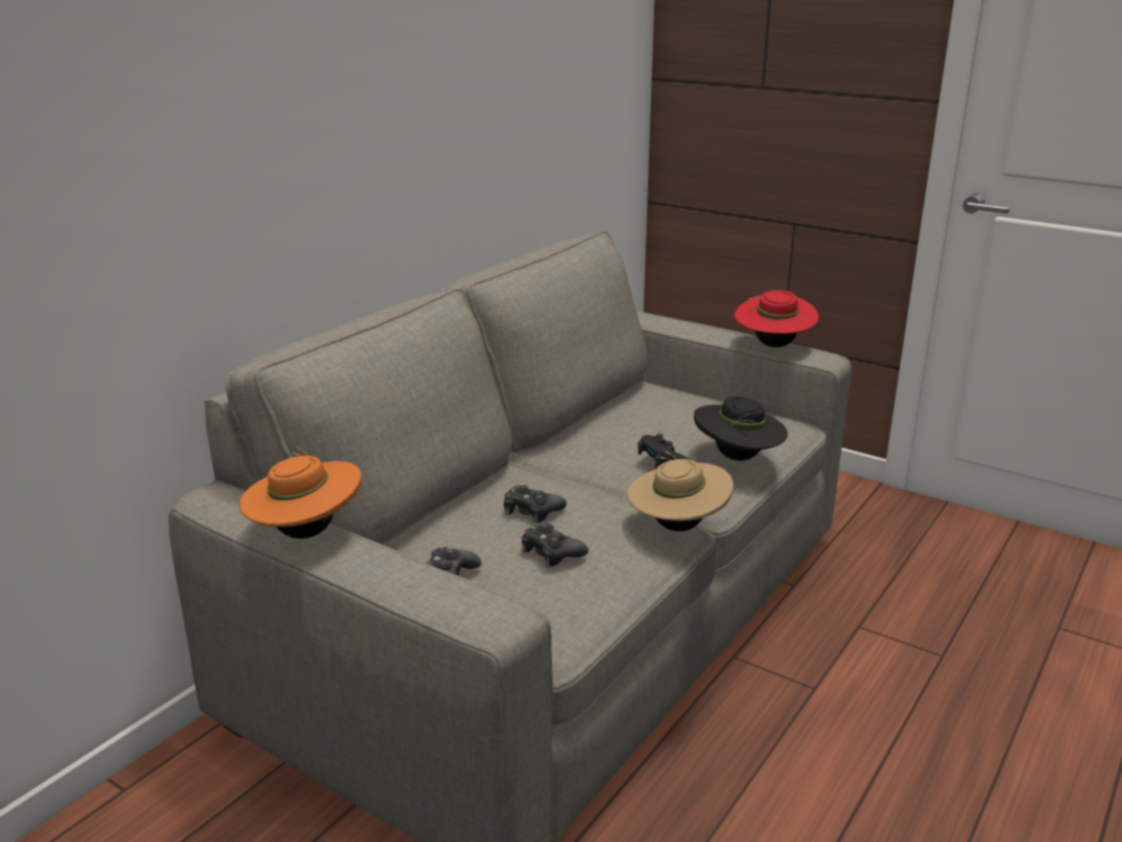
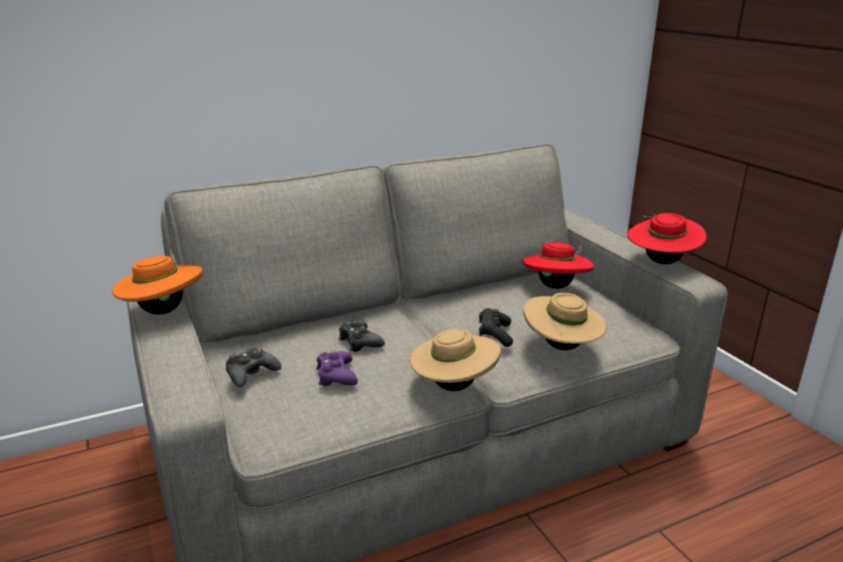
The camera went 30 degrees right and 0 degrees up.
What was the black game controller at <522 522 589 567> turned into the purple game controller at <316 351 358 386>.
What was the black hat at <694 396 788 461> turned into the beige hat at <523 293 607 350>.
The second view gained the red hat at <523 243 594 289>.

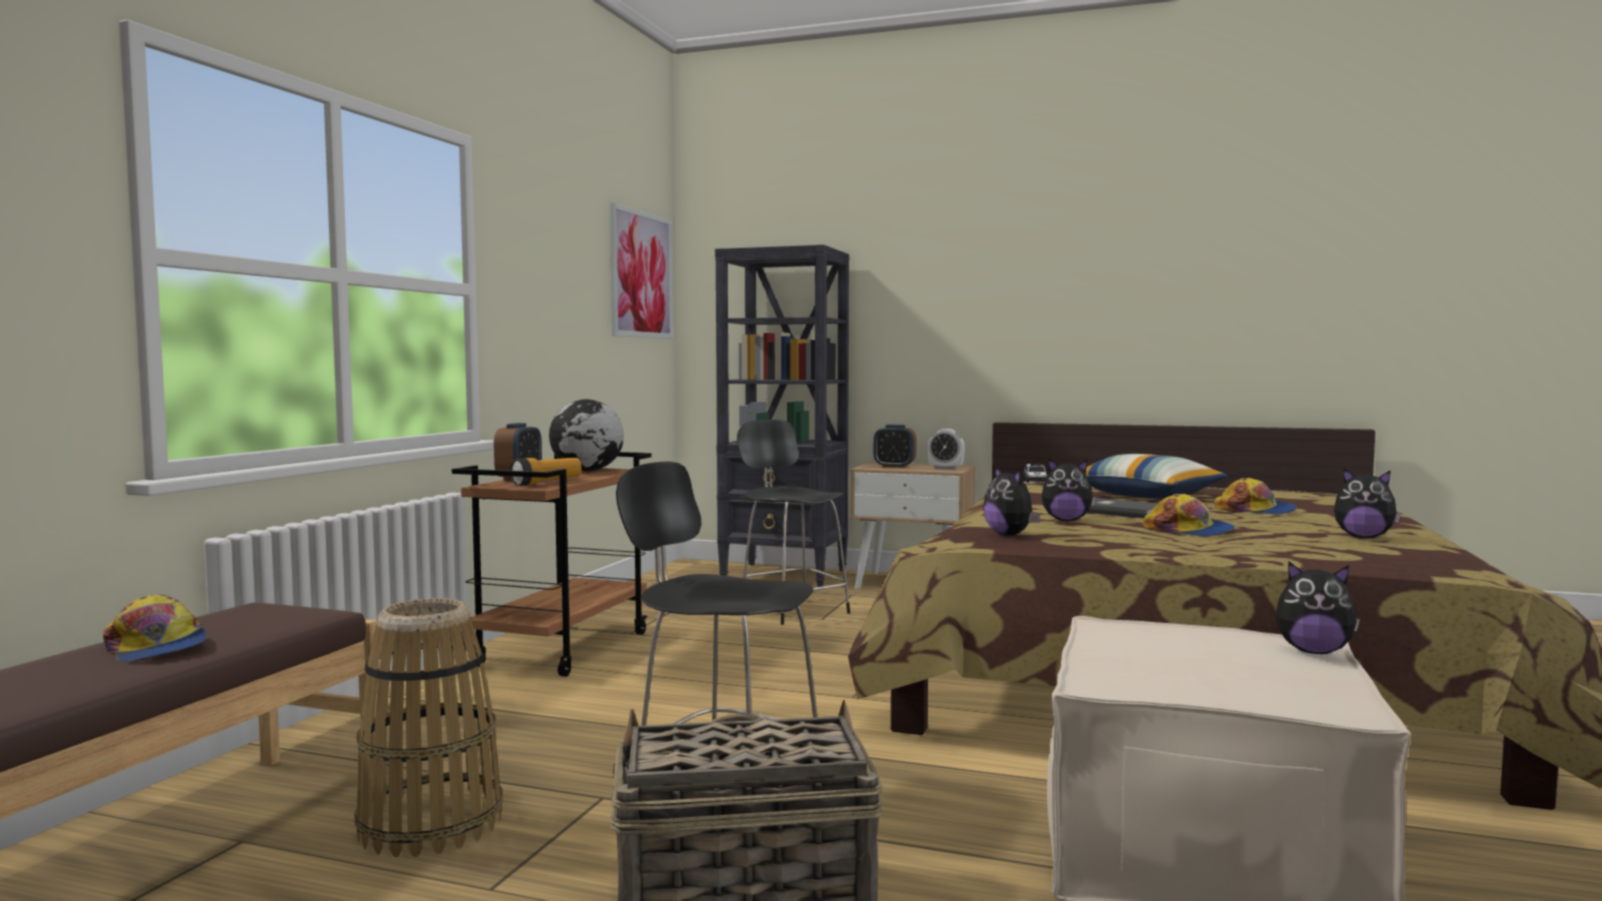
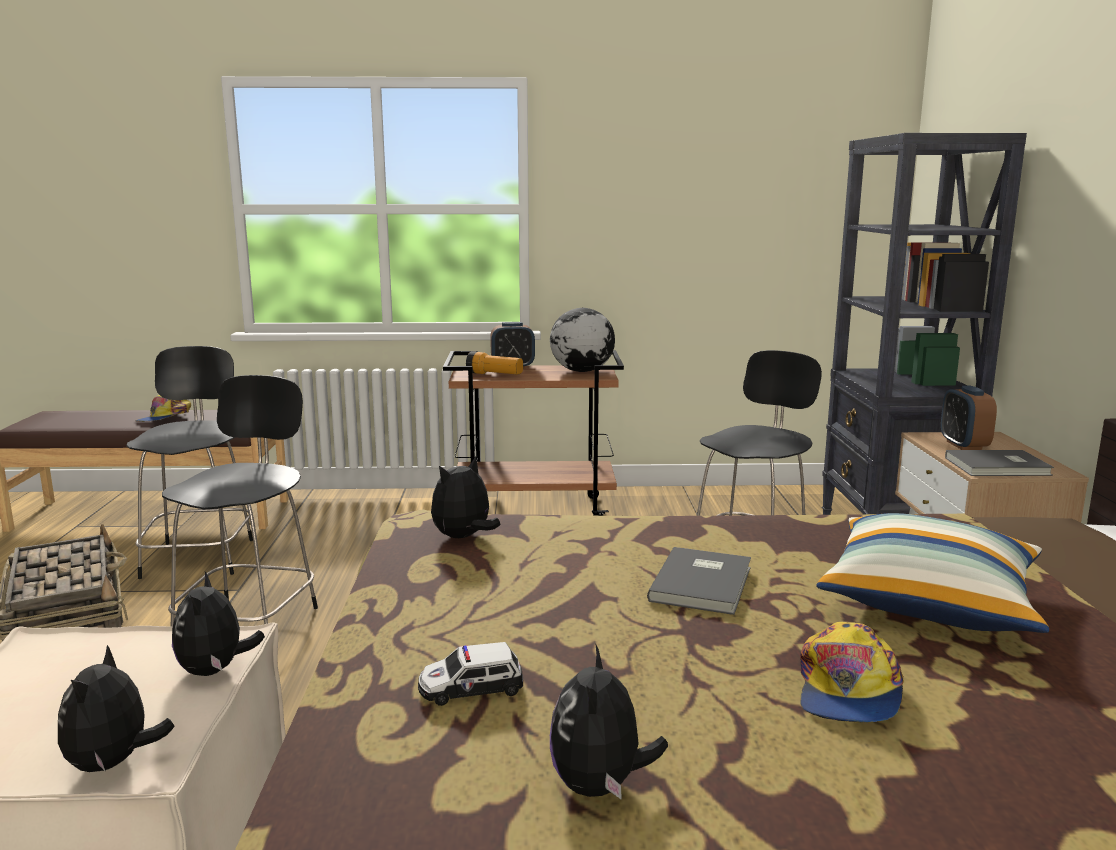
The camera went 70 degrees right and 10 degrees up.
Where the basket stood at <354 598 503 857>, the black chair came to stand at <126 346 253 579>.
The second view lost the picture at <610 202 673 339>.
Where the alarm clock stood at <927 429 965 470>, the grey book came to stand at <945 450 1054 476>.
The toy car ended up elsewhere, having gone from <1023 464 1047 482> to <418 642 523 706>.
The plush toy ended up elsewhere, having gone from <1042 459 1096 521> to <172 572 265 676>.
The second view lost the cap at <1143 494 1235 537>.

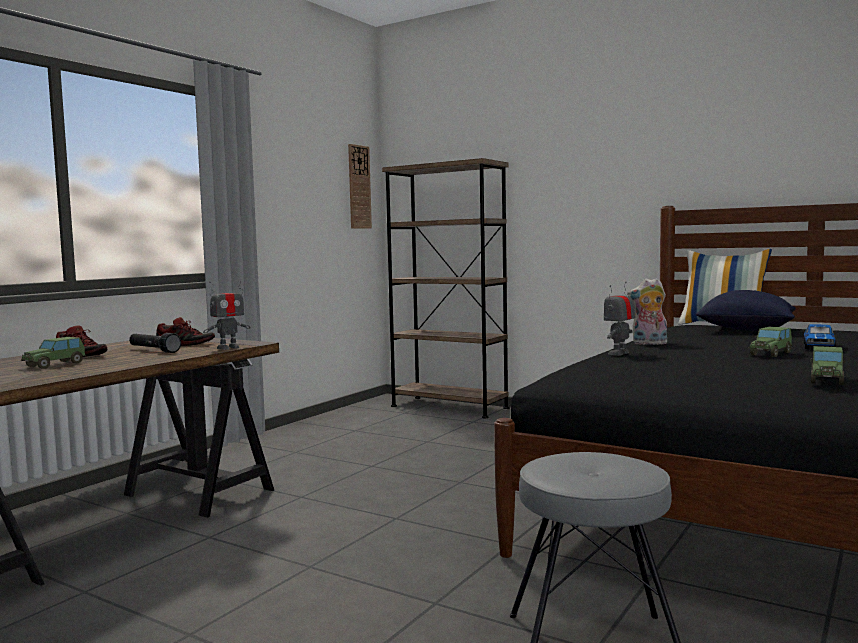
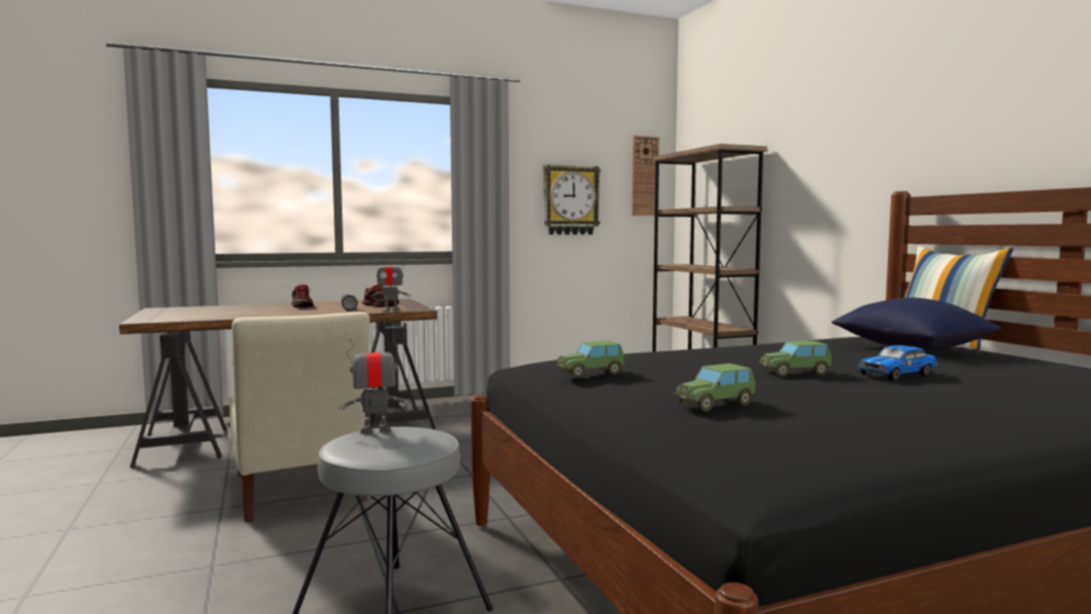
The camera went 35 degrees right and 0 degrees up.
The toy car ended up elsewhere, having gone from <21 337 86 369> to <556 340 625 378>.
The toy robot ended up elsewhere, having gone from <604 281 635 356> to <339 335 411 434>.
The second view lost the plush toy at <627 278 667 345>.
The second view gained the beige chair at <230 312 370 522>.
The second view gained the wall clock at <543 164 601 235>.

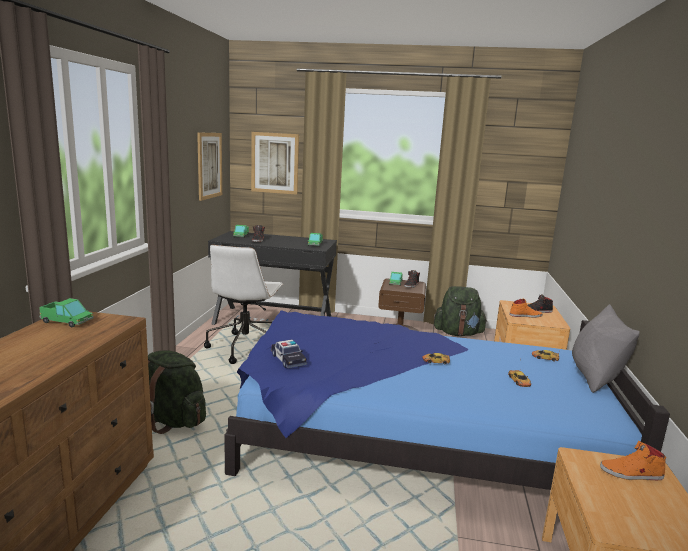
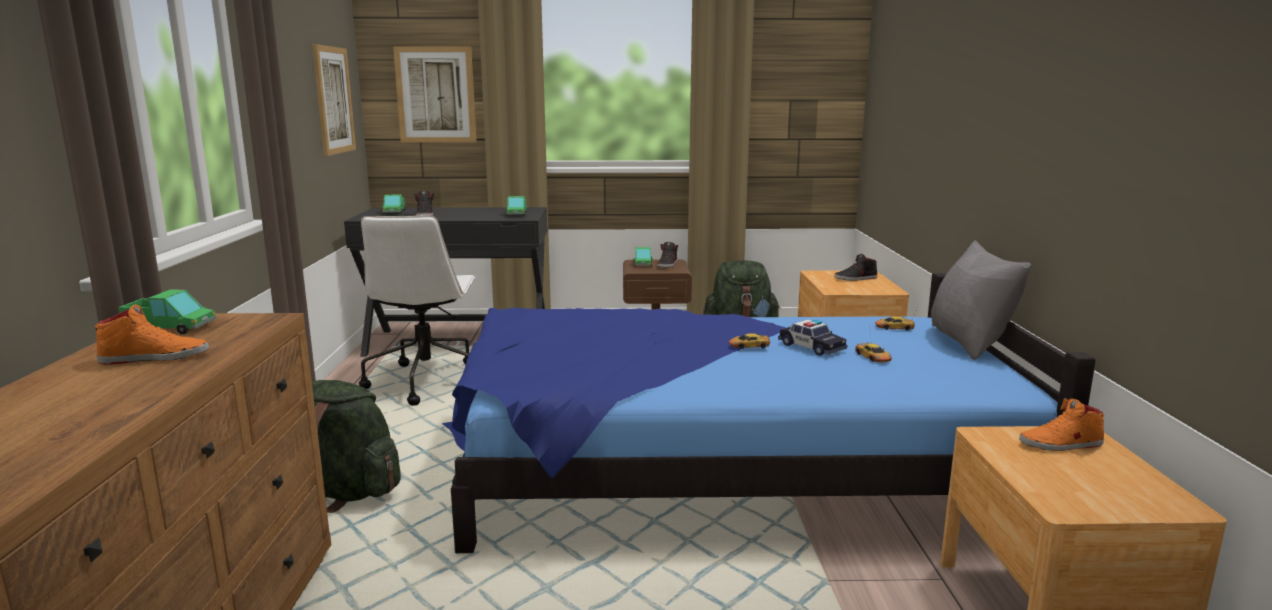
The camera went 10 degrees left and 0 degrees up.
The toy car ended up elsewhere, having gone from <271 340 307 368> to <778 319 847 356>.
The orange shoe ended up elsewhere, having gone from <510 298 542 318> to <95 304 209 365>.

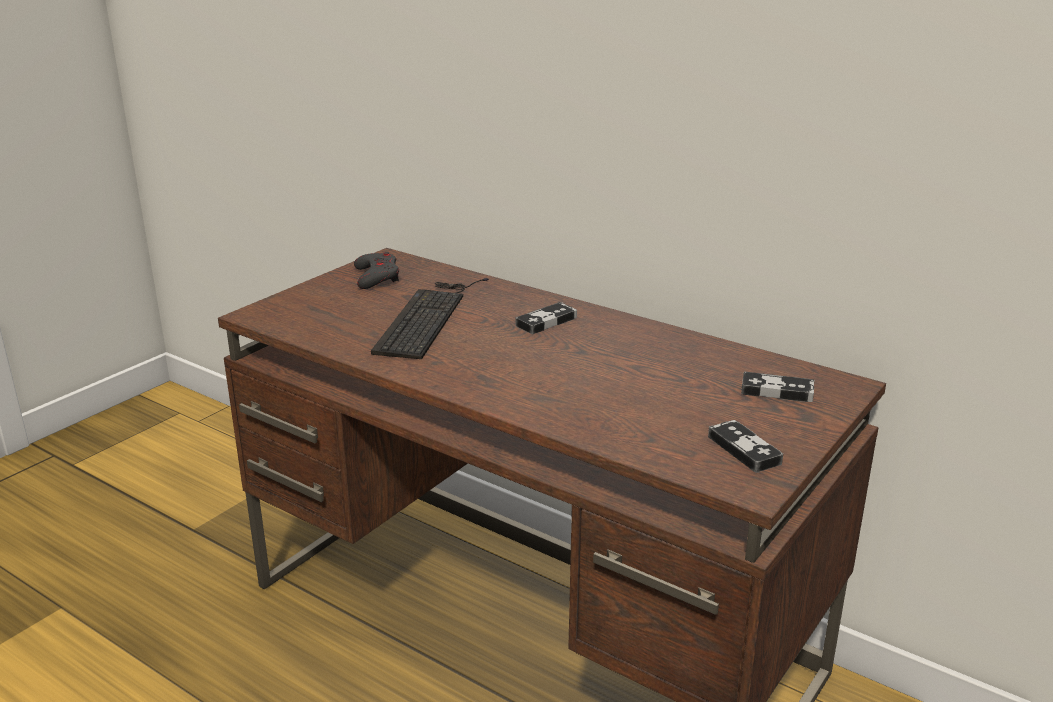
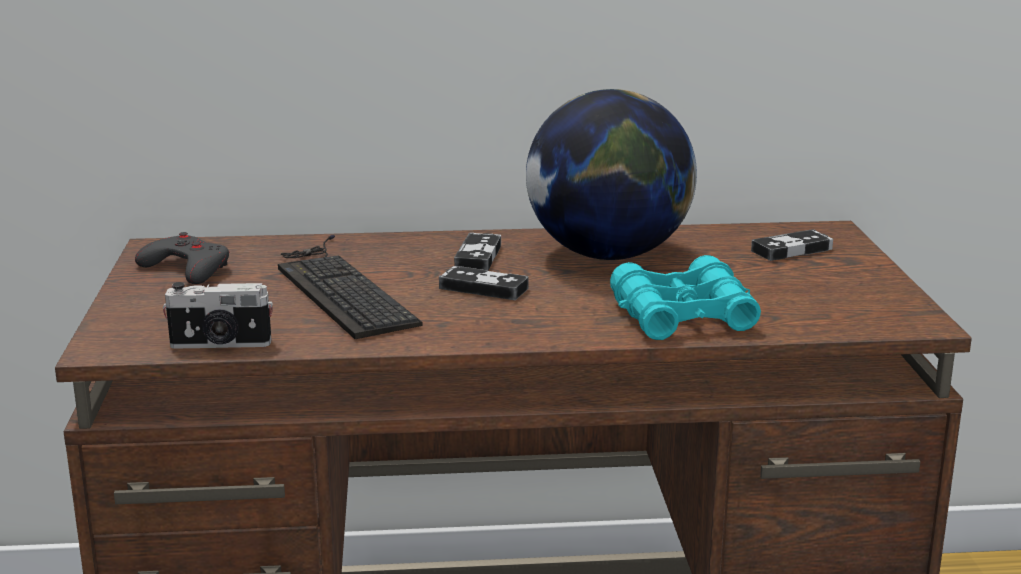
The camera went 40 degrees left and 5 degrees down.
The game controller ended up elsewhere, having gone from <708 420 783 473> to <439 266 528 300>.
The second view gained the photo camera at <163 282 273 349>.
The second view gained the globe at <526 89 697 260>.
The second view gained the turquoise binoculars at <610 255 761 340>.

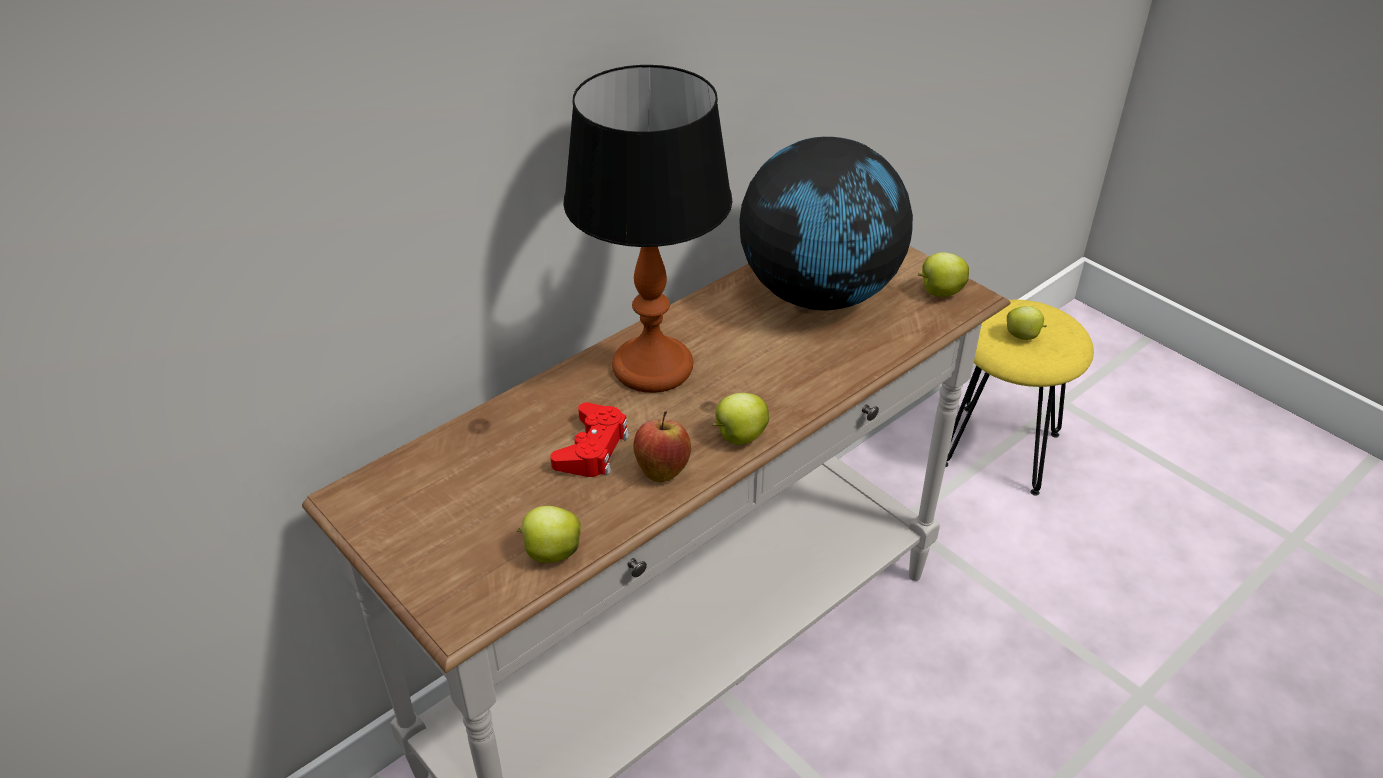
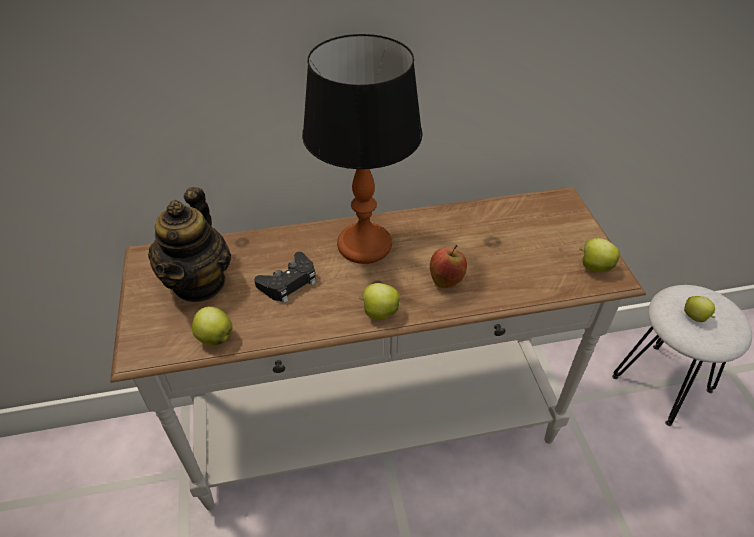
The camera went 30 degrees right and 5 degrees up.
What was the red game controller at <550 402 629 477> turned into the black game controller at <254 252 316 303>.
The apple ended up elsewhere, having gone from <633 411 691 483> to <430 245 467 288>.
The second view lost the globe at <740 137 913 310>.
What was the yellow stool at <945 300 1094 496> turned into the white stool at <612 285 752 426>.
The second view gained the teapot at <148 187 231 302>.

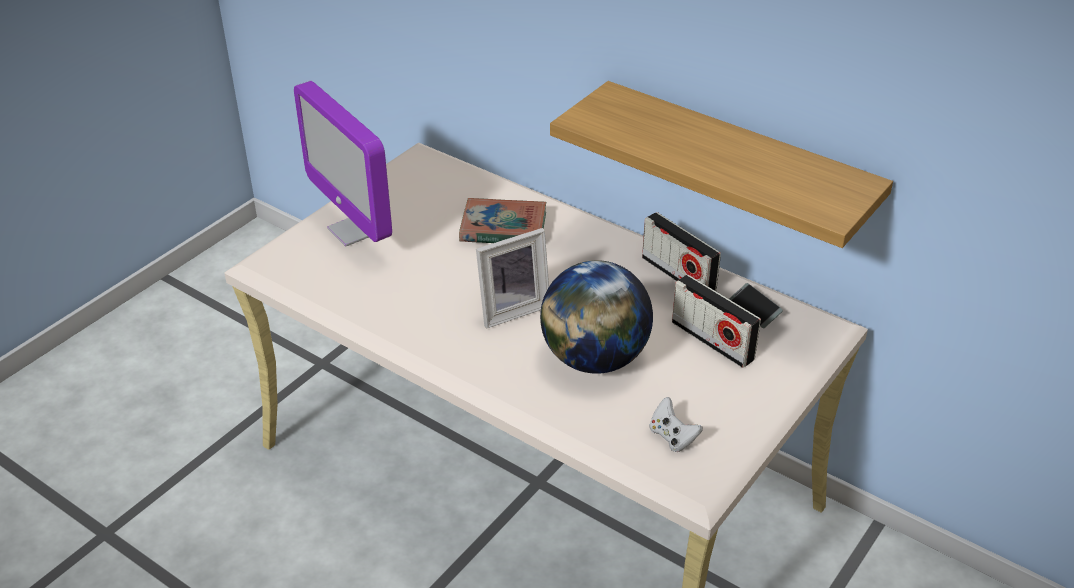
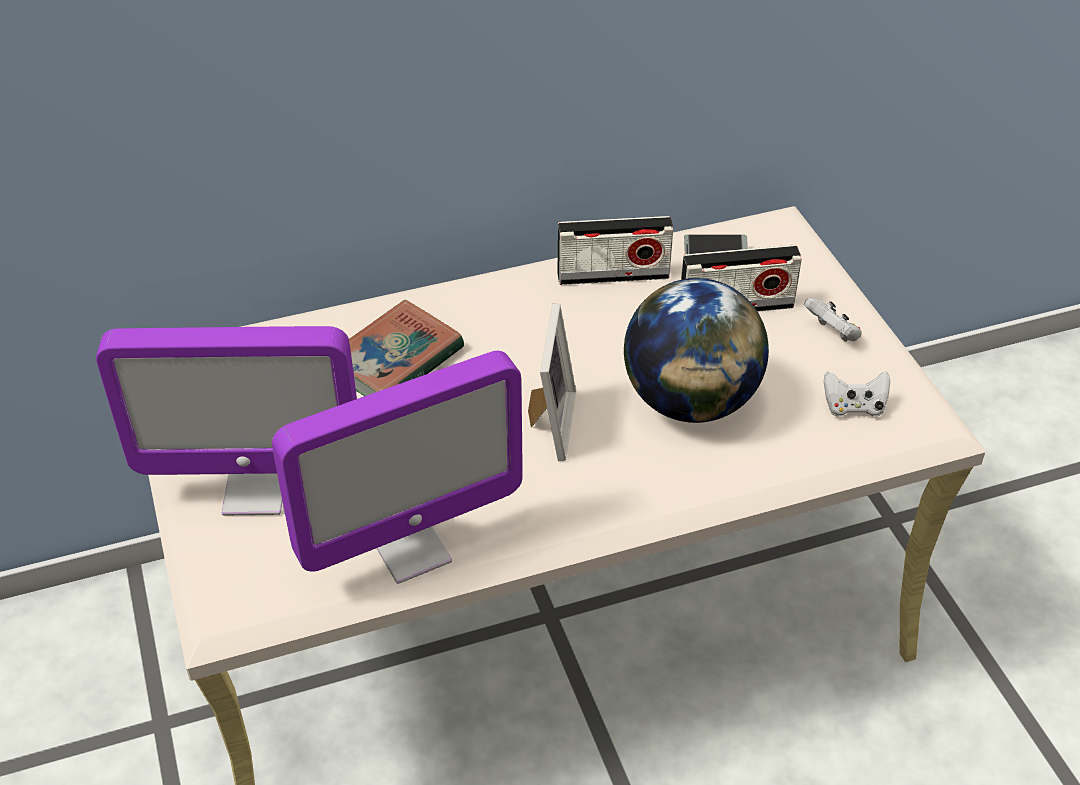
The camera went 55 degrees left and 5 degrees up.
The second view lost the shelf at <550 81 893 248>.
The second view gained the monitor at <272 351 522 584>.
The second view gained the white game controller at <804 297 862 342>.

